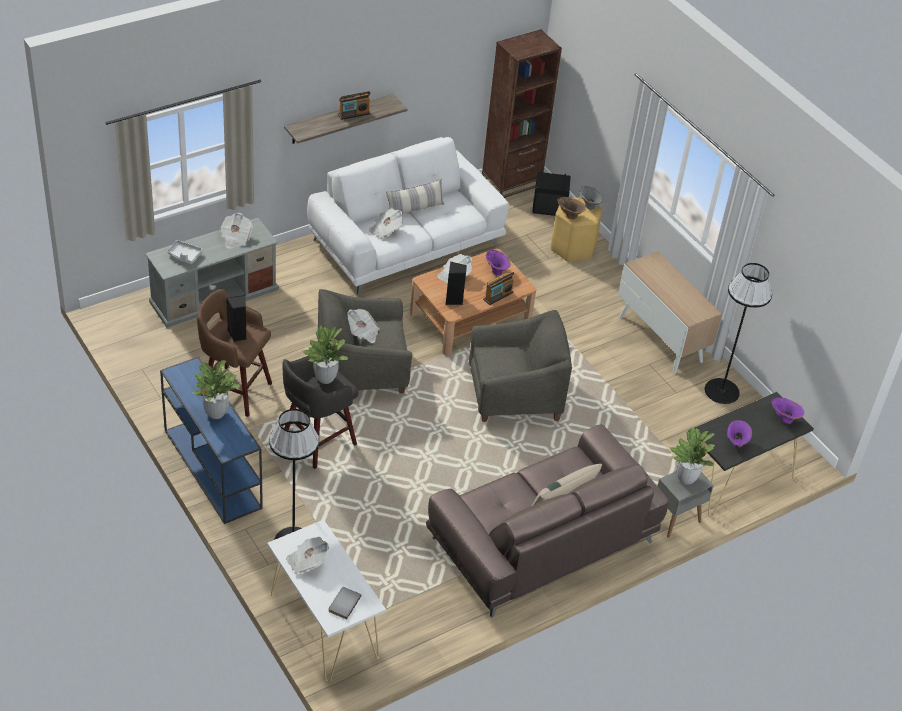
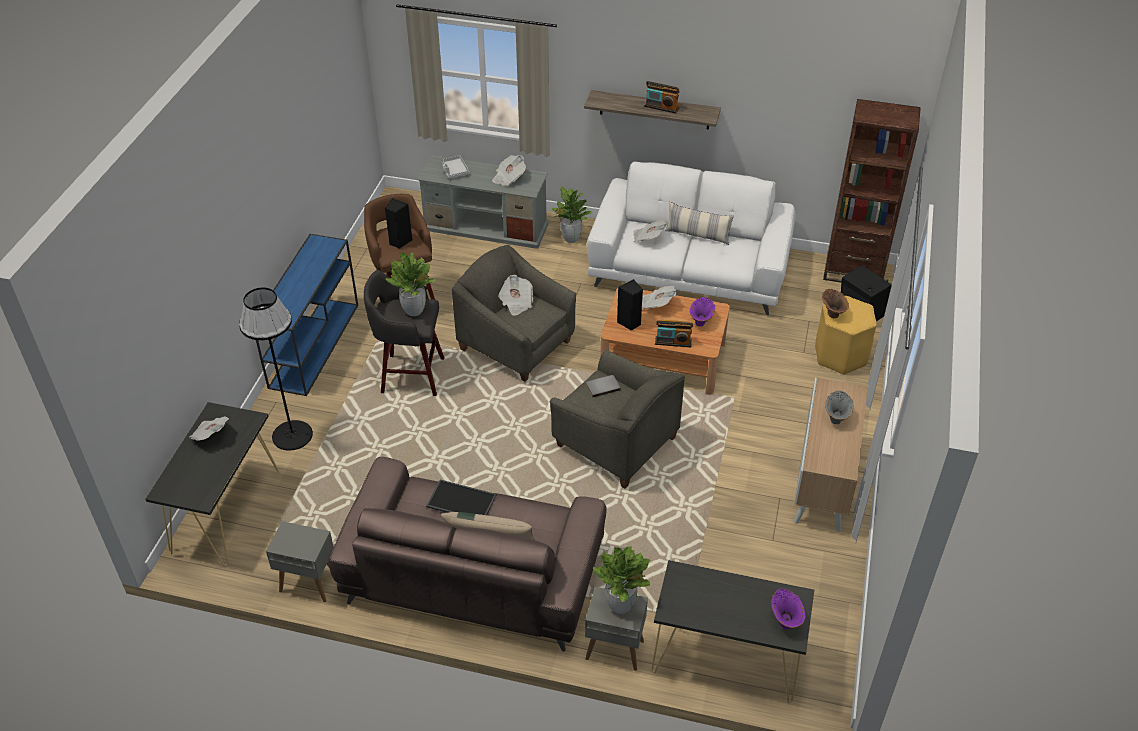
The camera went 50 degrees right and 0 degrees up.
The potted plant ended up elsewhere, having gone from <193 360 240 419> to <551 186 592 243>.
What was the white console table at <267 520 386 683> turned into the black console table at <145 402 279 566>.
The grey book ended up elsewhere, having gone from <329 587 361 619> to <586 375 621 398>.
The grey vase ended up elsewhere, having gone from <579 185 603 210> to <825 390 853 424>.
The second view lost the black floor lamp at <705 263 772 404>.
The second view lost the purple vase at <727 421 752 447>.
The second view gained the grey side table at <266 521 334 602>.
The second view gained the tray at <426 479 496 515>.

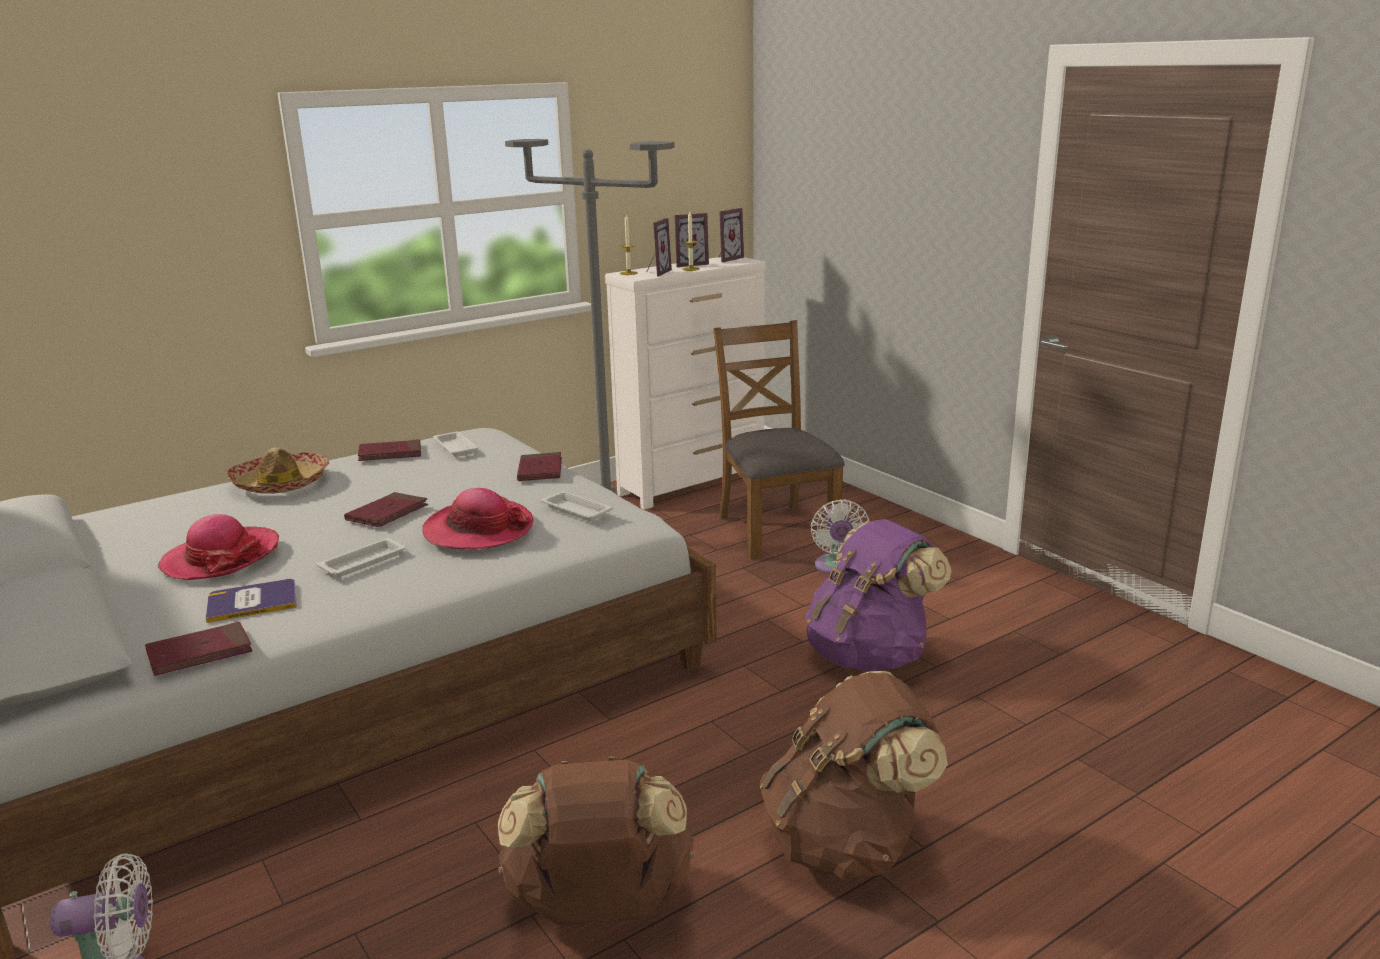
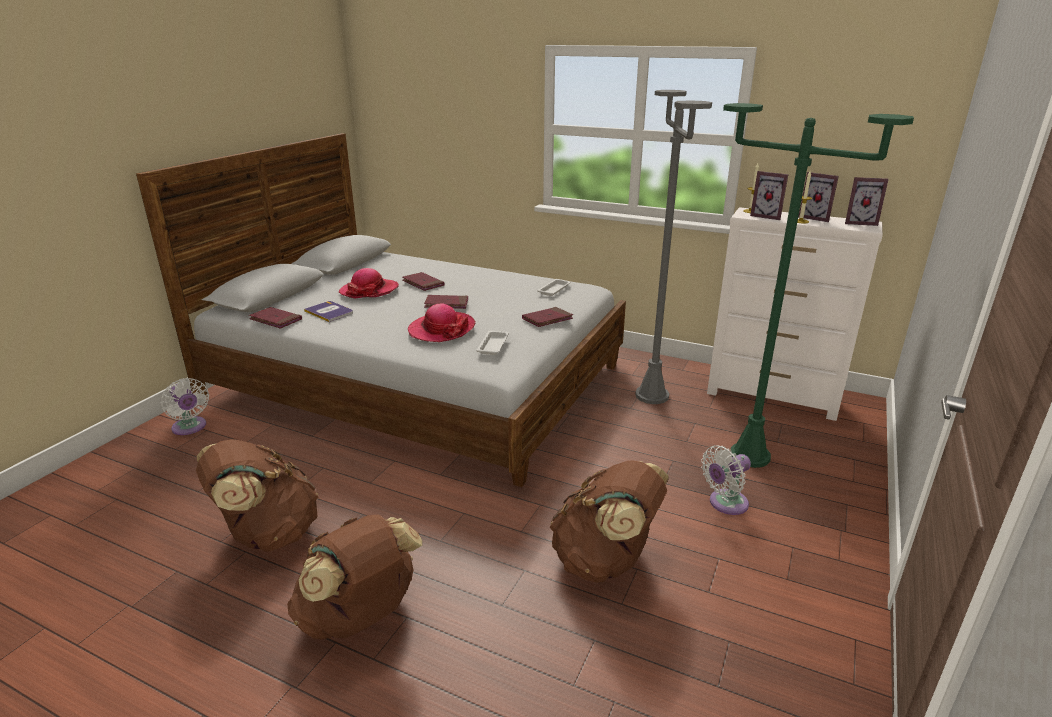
The camera went 60 degrees right and 5 degrees up.
The second view lost the hat at <226 447 329 494>.
The second view lost the white tray at <316 538 406 577>.
The red book ended up elsewhere, having gone from <358 439 421 461> to <402 272 445 291>.
The picture frame at <646 218 672 277> ended up facing another way, 45 degrees clockwise from before.
Where the brown chair stood at <713 320 845 560>, the green floor lamp came to stand at <723 103 914 468>.
What was the purple backpack at <805 519 952 672> turned into the brown backpack at <549 460 669 583>.

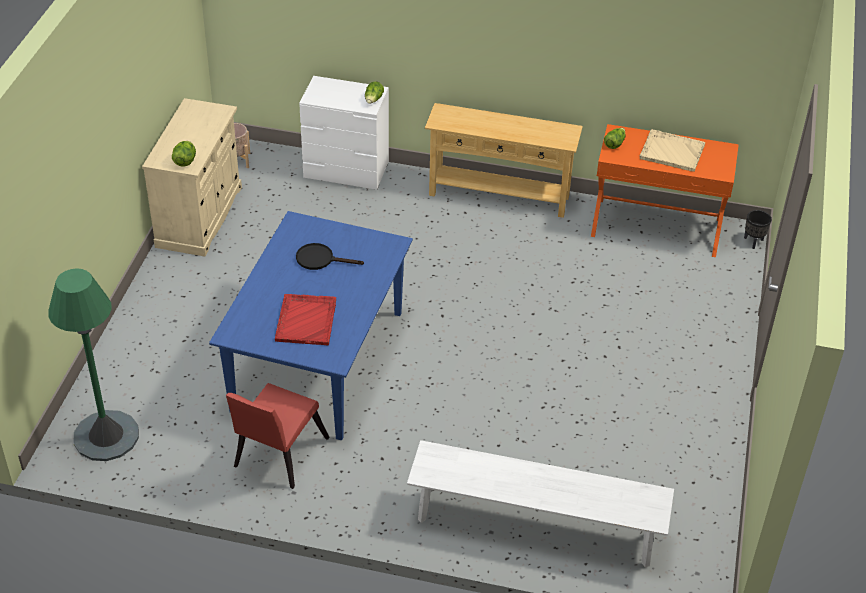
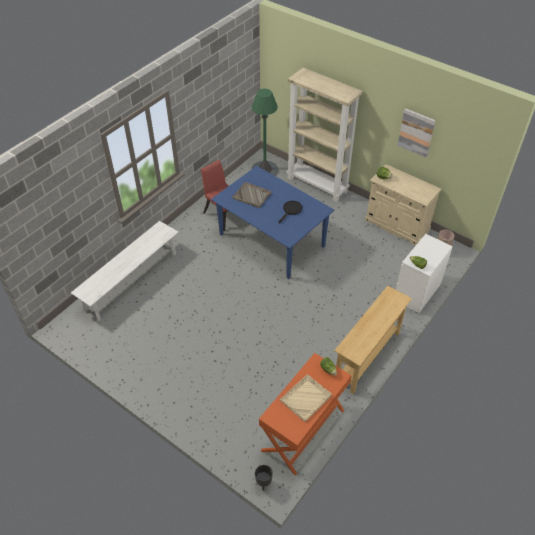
The camera went 115 degrees right and 5 degrees up.
What was the red tray at <275 294 336 345> turned into the grey tray at <232 182 271 208>.
The second view gained the beige bookcase at <287 67 363 202>.
The second view gained the picture at <398 108 436 157>.

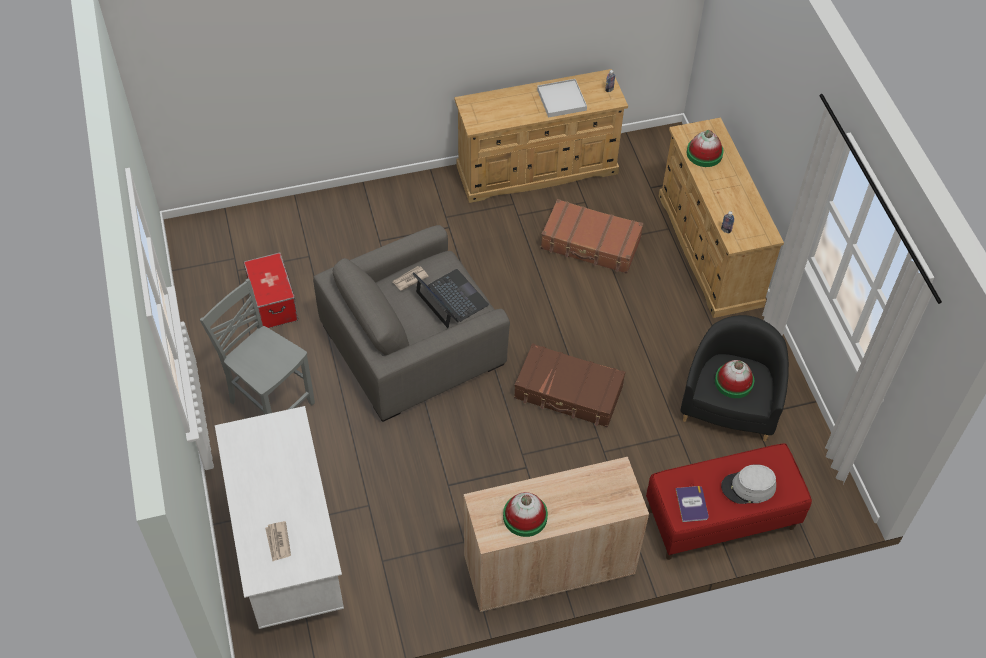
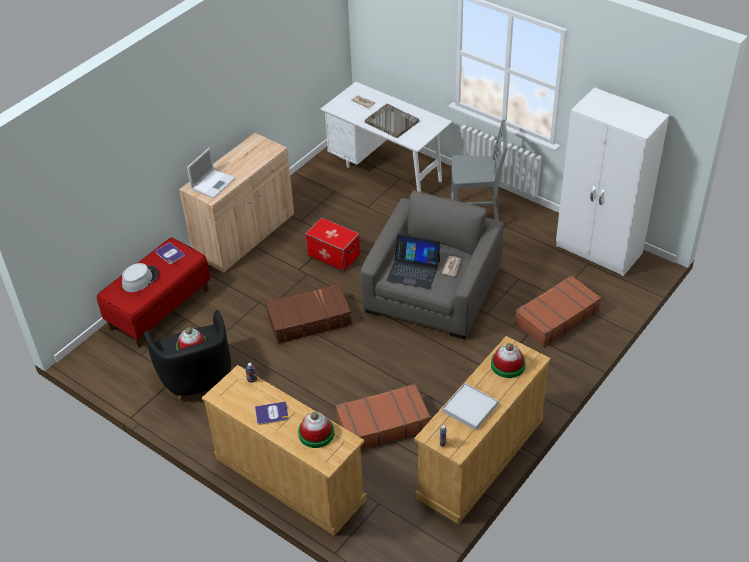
The camera went 145 degrees right and 10 degrees down.
The storage box ended up elsewhere, having gone from <244 252 298 328> to <305 217 360 271>.
The hat ended up elsewhere, having gone from <503 492 548 537> to <491 343 526 378>.
The second view gained the laptop at <187 148 235 198>.
The second view gained the book at <255 401 289 425>.
The second view gained the grey tray at <365 104 420 138>.
The second view gained the brown suitcase at <515 275 601 347>.
The second view gained the white wardrobe at <556 87 669 276>.

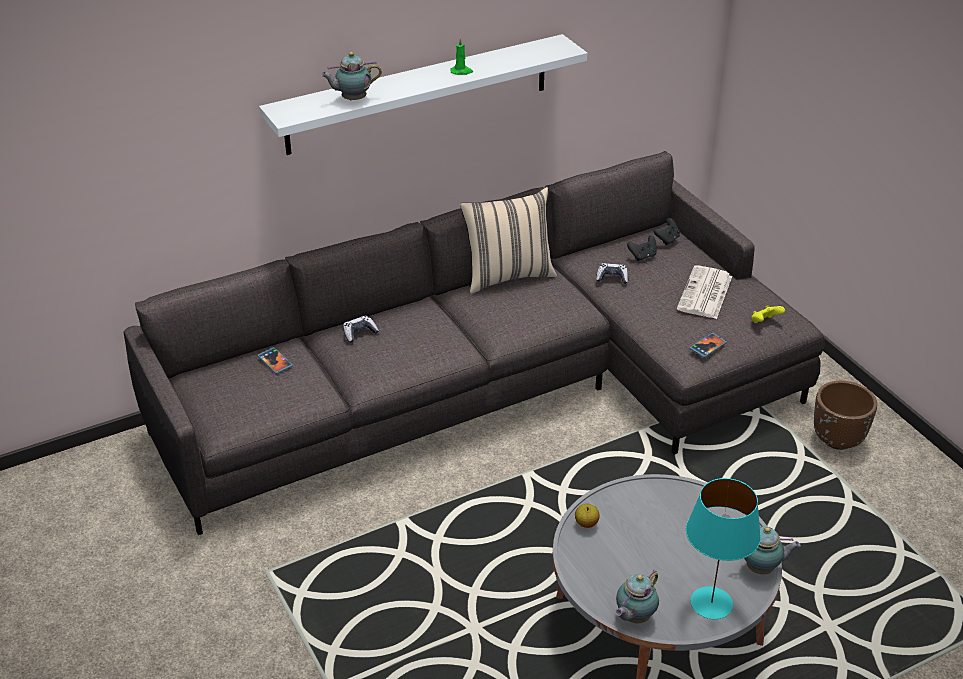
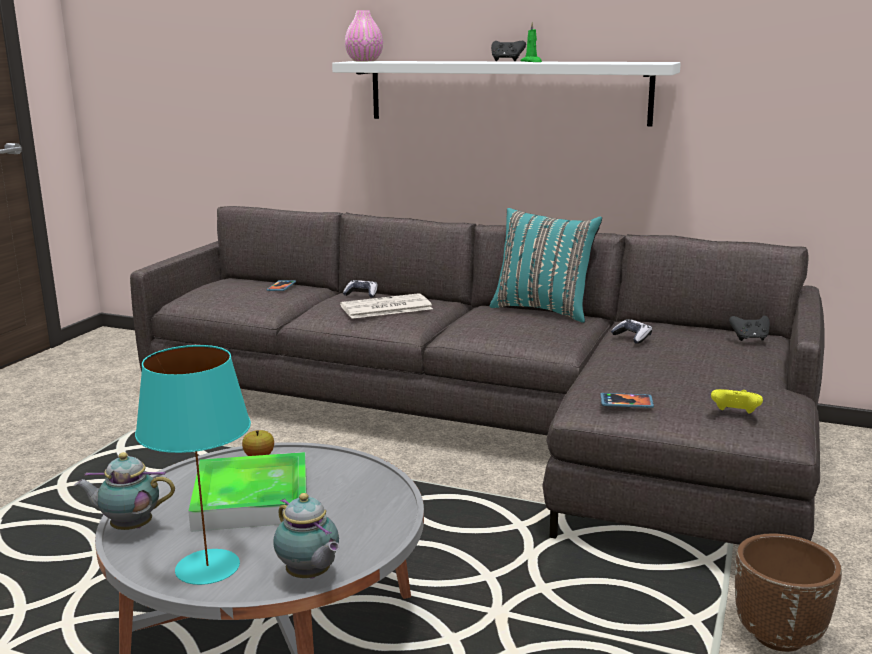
The camera went 50 degrees right and 20 degrees down.
The second view lost the teapot at <321 52 382 100>.
What was the beige pillow at <460 187 557 294> turned into the turquoise pillow at <490 208 602 323>.
The black game controller ended up elsewhere, having gone from <627 235 657 261> to <491 41 526 61>.
The newspaper ended up elsewhere, having gone from <677 265 732 319> to <340 293 433 319>.
The second view gained the tray at <188 452 307 532>.
The second view gained the pink vase at <345 10 383 61>.

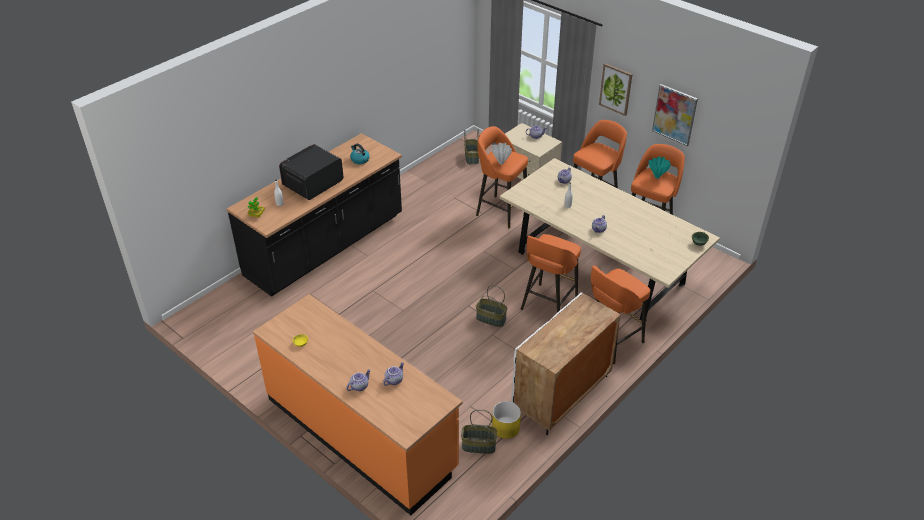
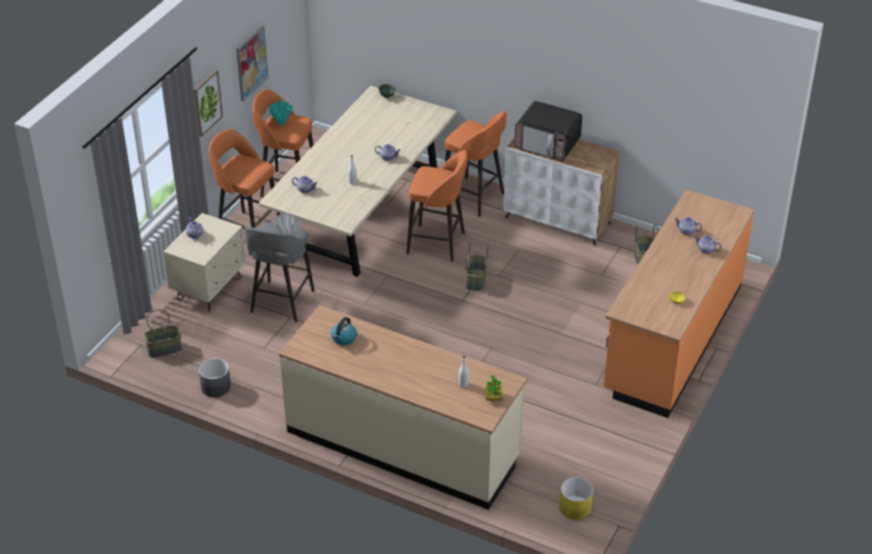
The camera went 105 degrees left and 0 degrees up.
What was the black counter at <227 133 402 297> turned into the beige counter at <279 305 527 510>.
The microwave ended up elsewhere, having gone from <279 144 343 200> to <514 101 582 161>.
What was the orange stool at <476 126 528 228> turned into the grey stool at <245 223 315 322>.
The yellow planter ended up elsewhere, having gone from <492 401 521 439> to <560 477 593 520>.
The second view gained the grey planter at <199 358 231 397>.

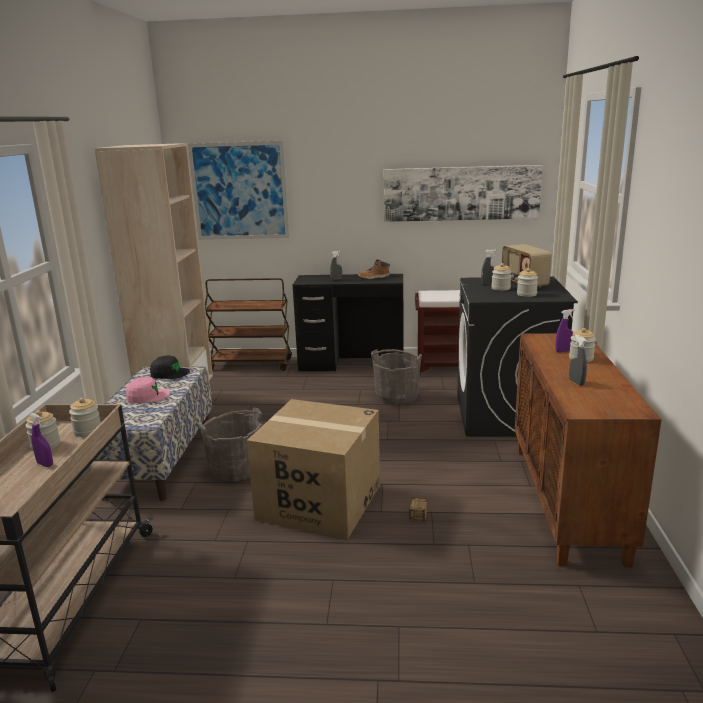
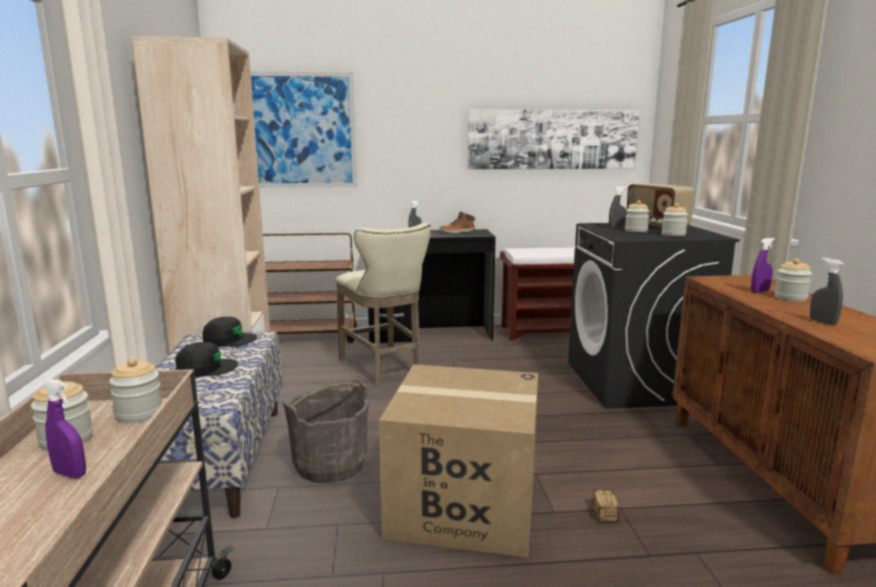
The camera went 10 degrees left and 5 degrees down.
What was the pink cap at <126 377 170 403> turned into the black cap at <175 342 238 377>.
The second view lost the grey bucket at <371 349 422 405>.
The second view gained the beige stool at <335 223 431 385>.

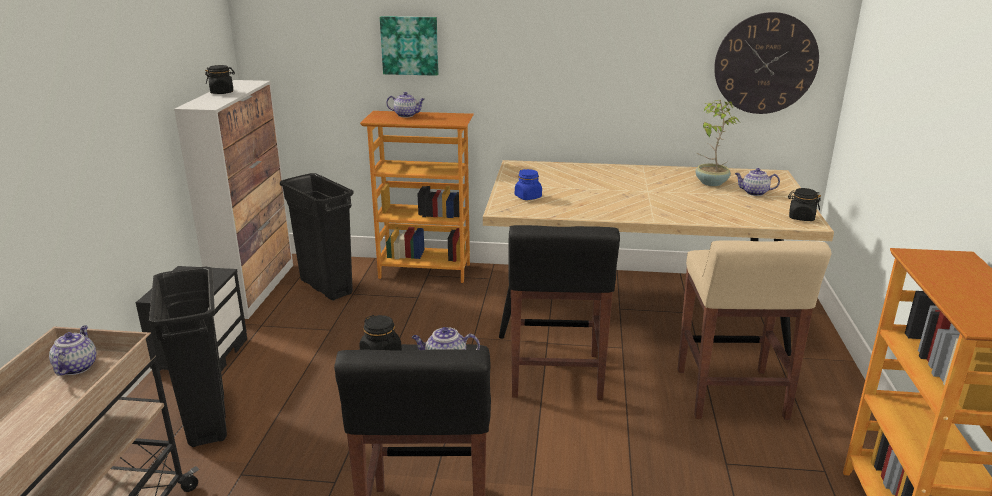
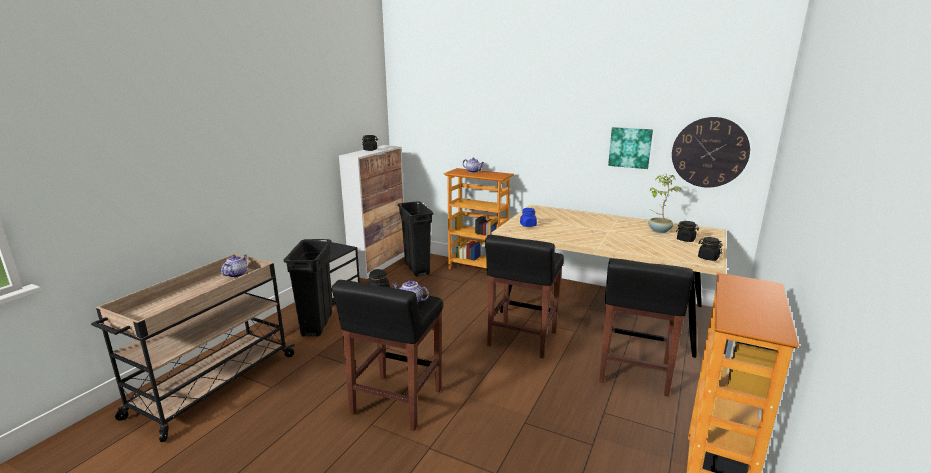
The camera went 20 degrees right and 5 degrees down.
The picture ended up elsewhere, having gone from <380 16 439 76> to <608 127 653 169>.
What was the beige stool at <677 240 831 420> turned into the black stool at <599 258 693 396>.
Where the teapot stood at <735 168 780 196>, the black jar came to stand at <676 221 699 242>.

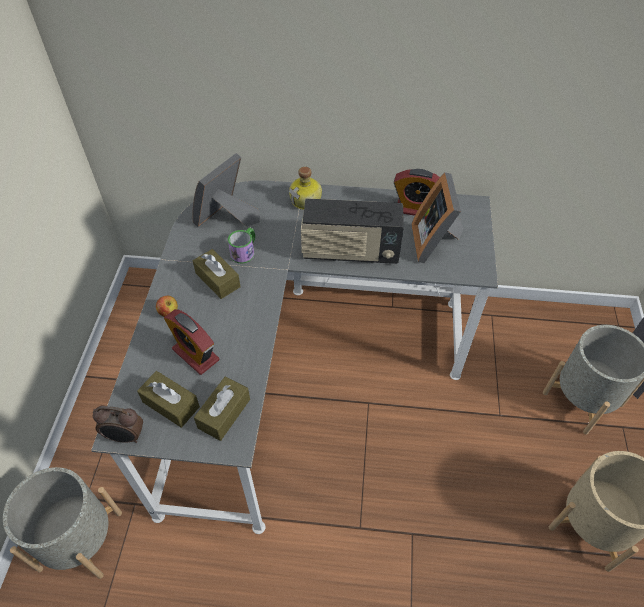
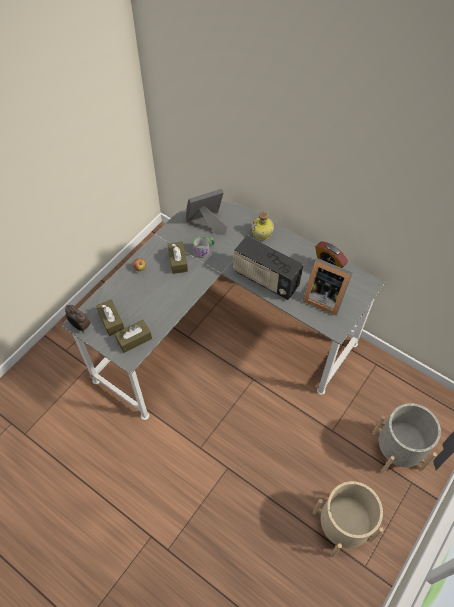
The camera went 30 degrees right and 5 degrees up.
The second view lost the grey planter at <3 467 122 579>.
The second view lost the alarm clock at <164 309 219 375>.
The picture frame at <412 172 463 263> ended up facing another way, 90 degrees counterclockwise from before.

